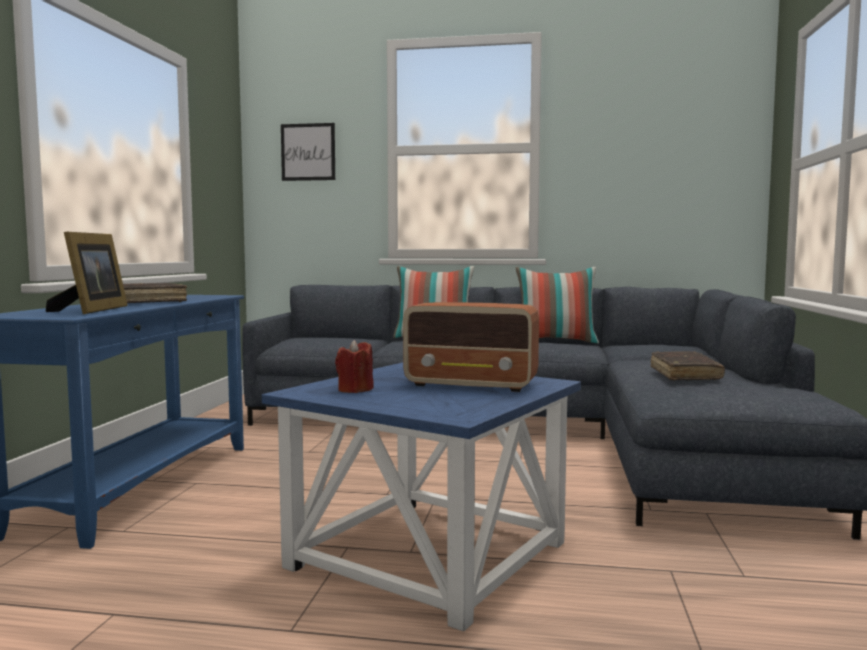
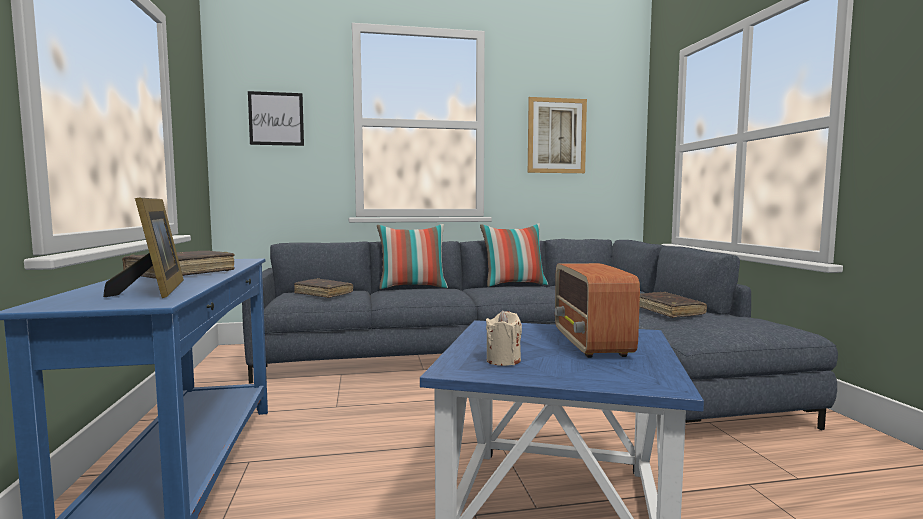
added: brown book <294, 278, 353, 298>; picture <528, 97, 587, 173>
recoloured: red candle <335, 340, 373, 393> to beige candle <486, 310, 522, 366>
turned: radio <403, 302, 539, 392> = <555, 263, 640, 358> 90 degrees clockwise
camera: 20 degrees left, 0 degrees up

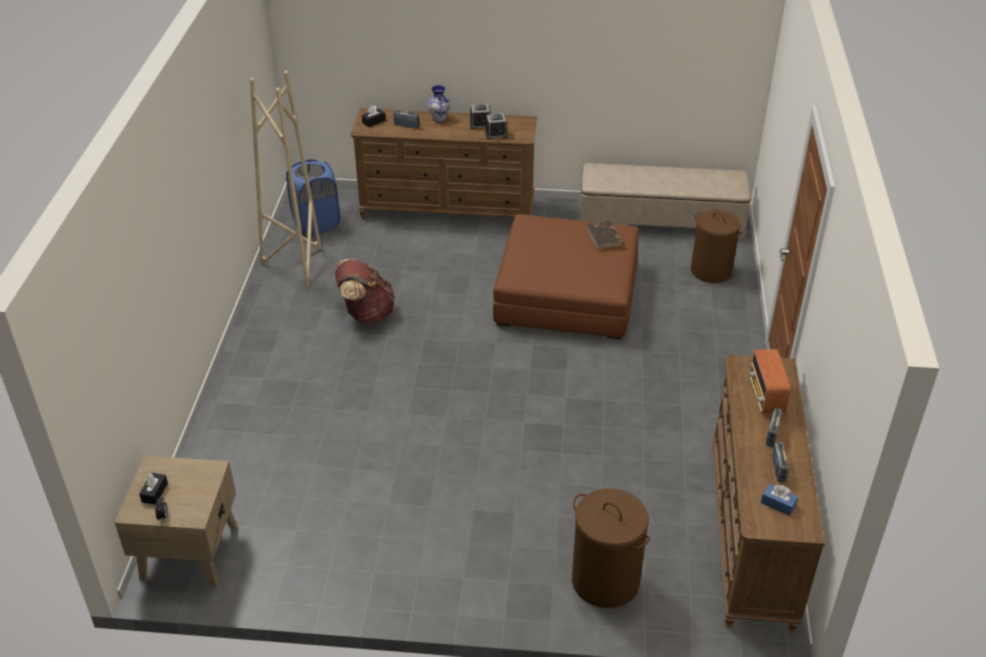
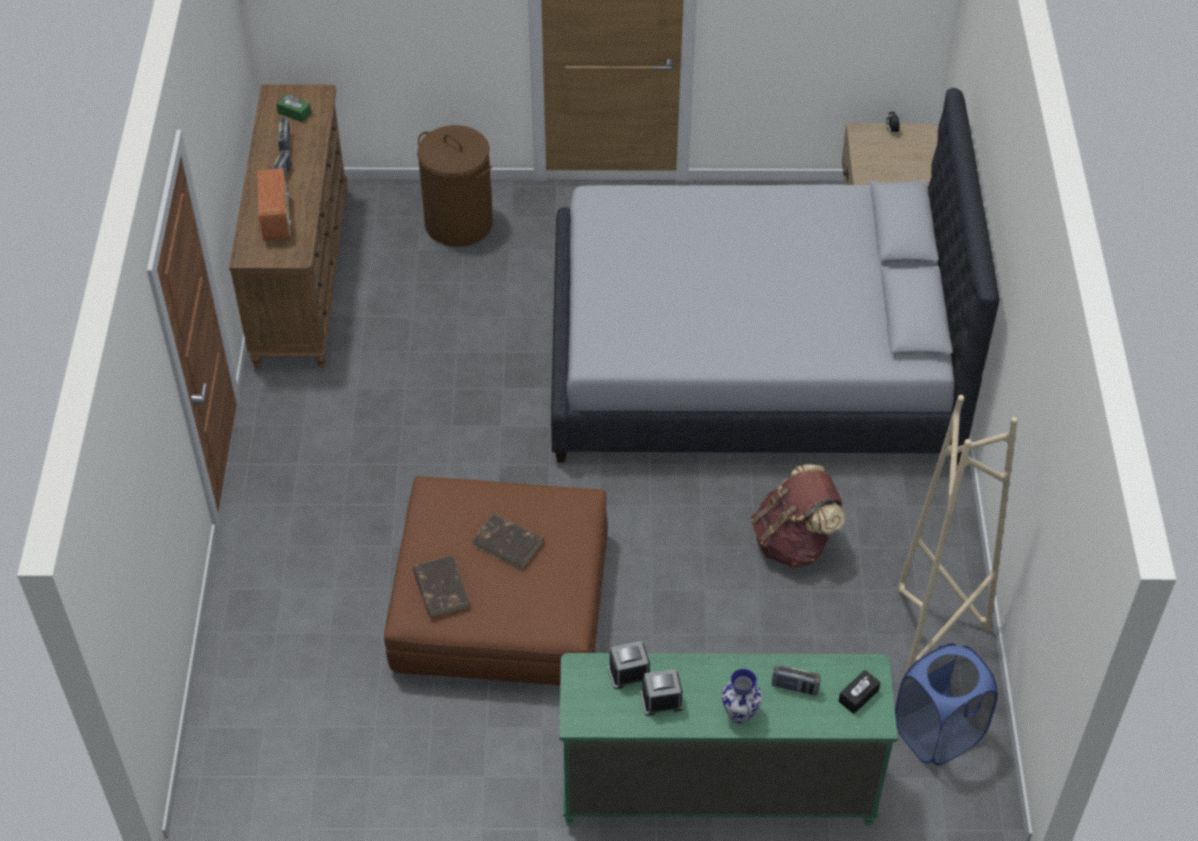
removed: black tissue box <139, 473, 168, 504>; beige bench <580, 163, 751, 239>; brown laundry basket <691, 210, 743, 283>
added: brown book <472, 514, 544, 570>; grey bed <551, 88, 1000, 464>
recoloured: brown dresser <351, 108, 537, 219> to green dresser <559, 653, 898, 826>; blue tissue box <761, 484, 798, 516> to green tissue box <276, 94, 311, 123>
camera: 175 degrees right, 10 degrees up

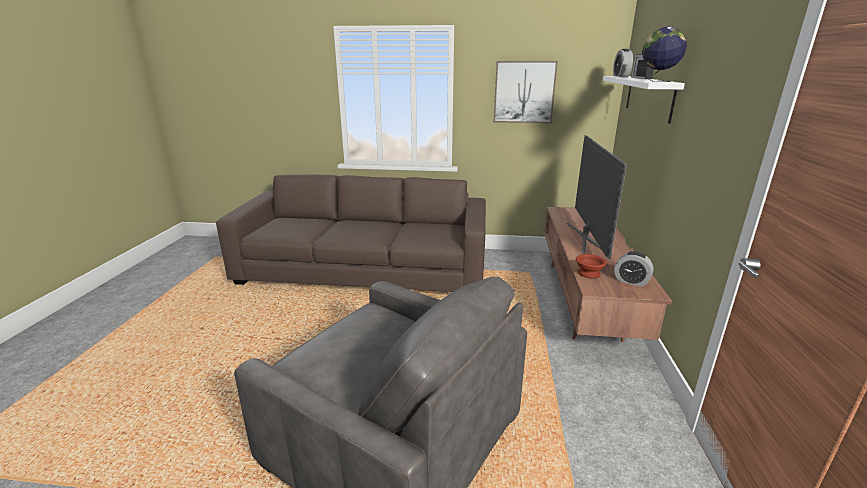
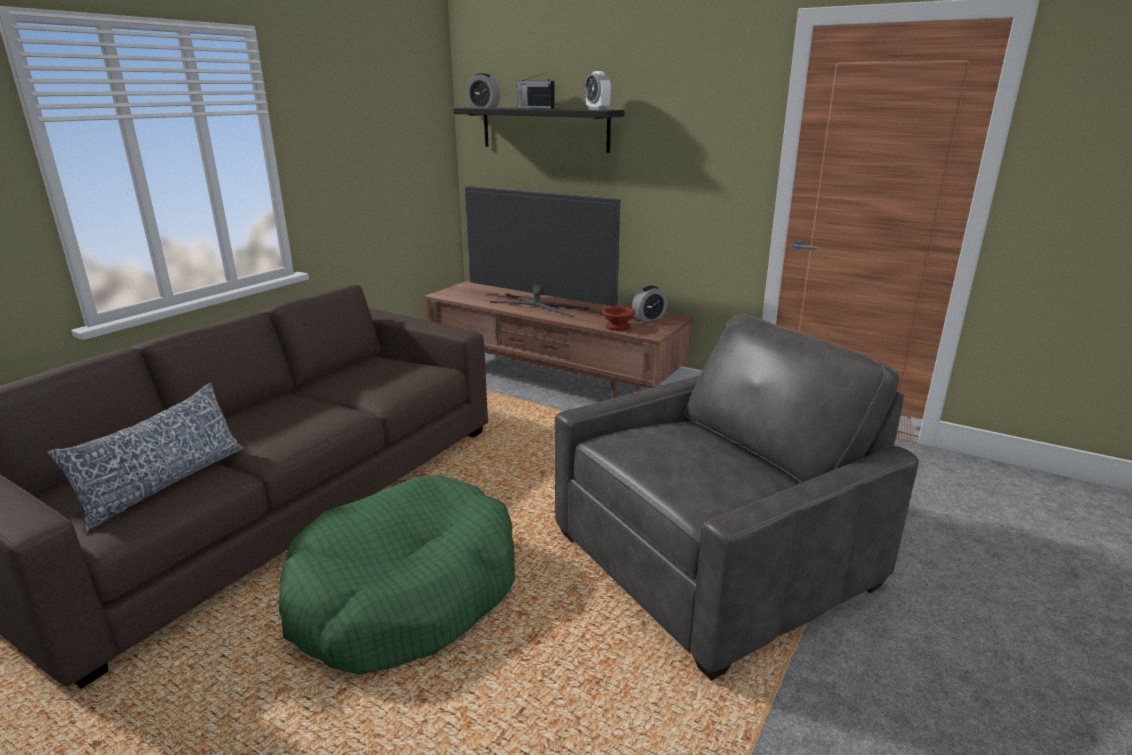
removed: picture <494, 61, 558, 123>
added: pillow <47, 382, 244, 533>; green dog bed <279, 475, 515, 674>
replaced: globe <642, 27, 687, 82> to alarm clock <585, 71, 612, 110>
recoloured: white shelf <603, 76, 685, 123> to black shelf <454, 107, 625, 153>
camera: 65 degrees left, 0 degrees up

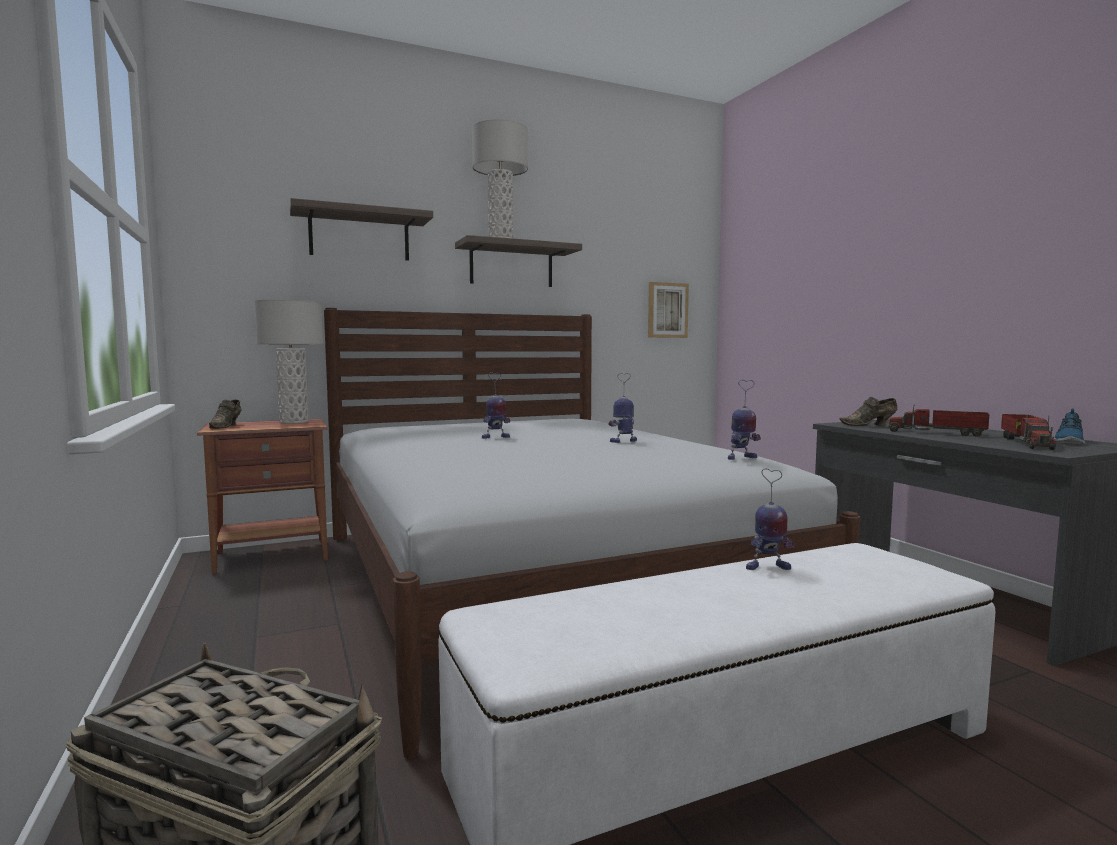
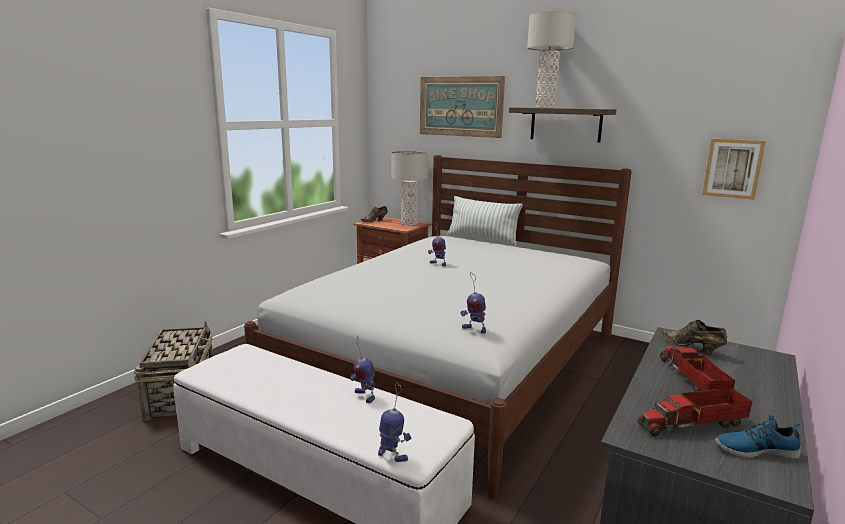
added: pillow <447, 196, 523, 246>
moved: toy robot <609, 373, 637, 443> to <378, 382, 411, 462>
replaced: shelf <290, 198, 433, 261> to picture <420, 76, 505, 138>
camera: 55 degrees right, 10 degrees up

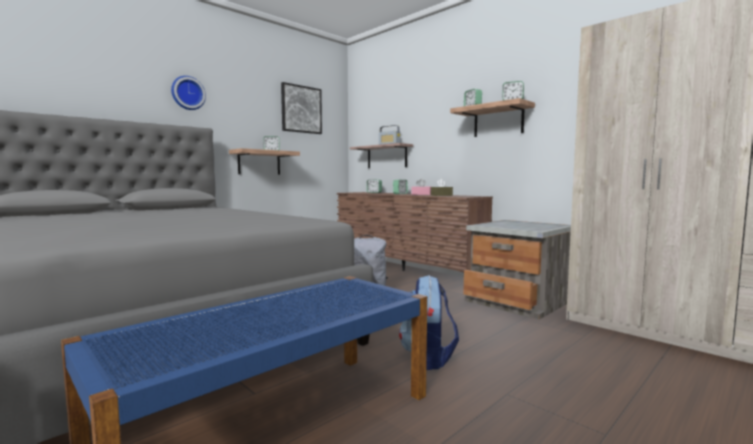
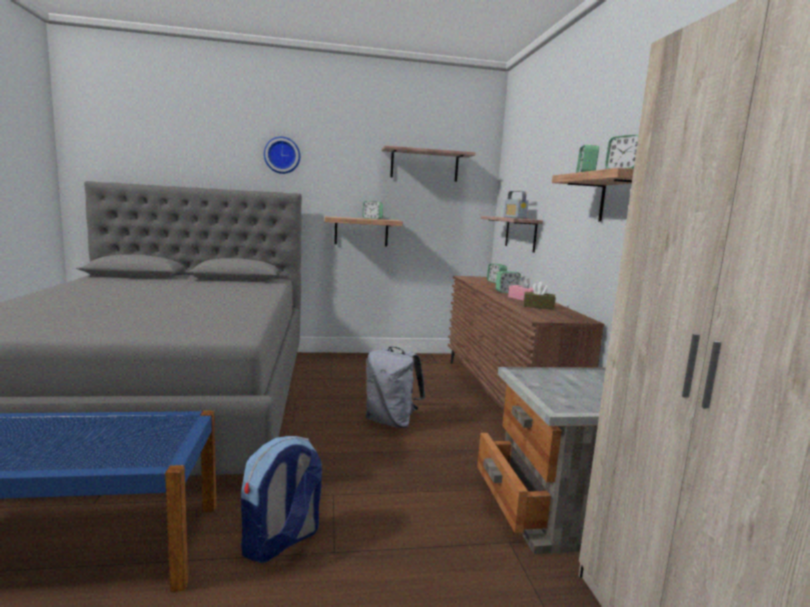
replaced: picture <281, 82, 322, 134> to shelf <381, 145, 476, 182>
camera: 35 degrees right, 5 degrees up

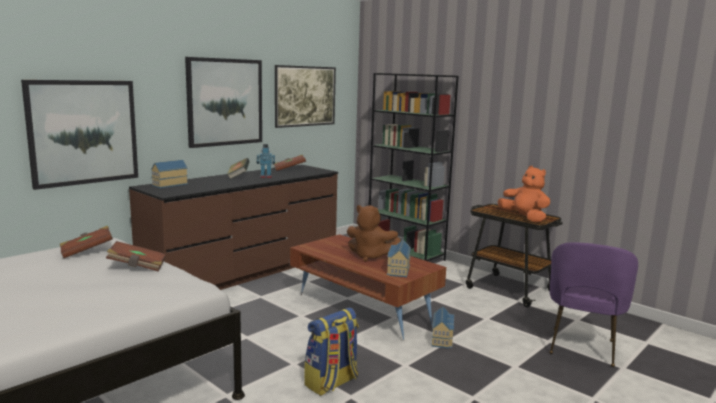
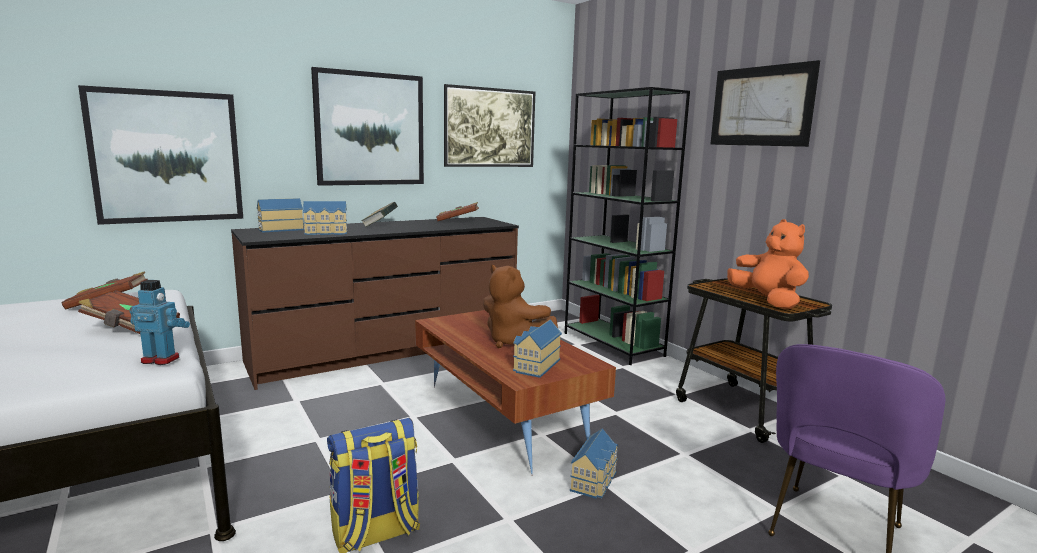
added: toy house <303, 201, 347, 235>; picture <710, 60, 820, 147>
moved: toy robot <257, 144, 275, 178> to <129, 280, 190, 365>
camera: 15 degrees right, 0 degrees up

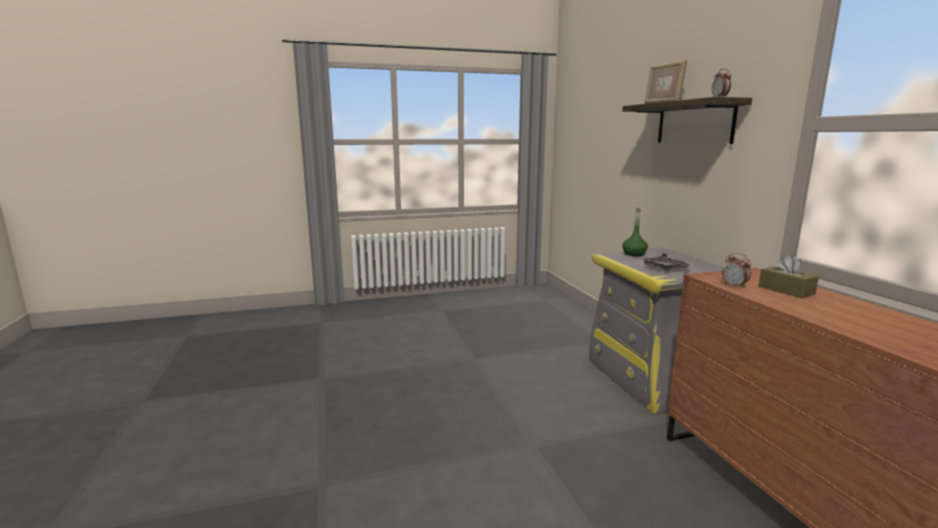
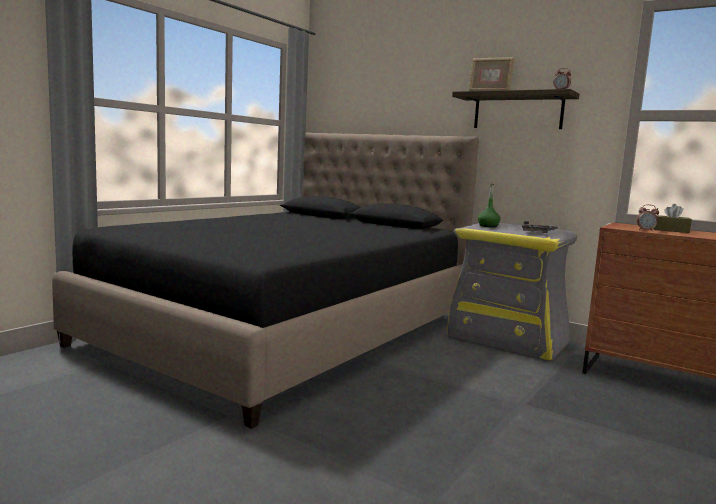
added: black bed <52, 132, 479, 429>
camera: 40 degrees left, 5 degrees down

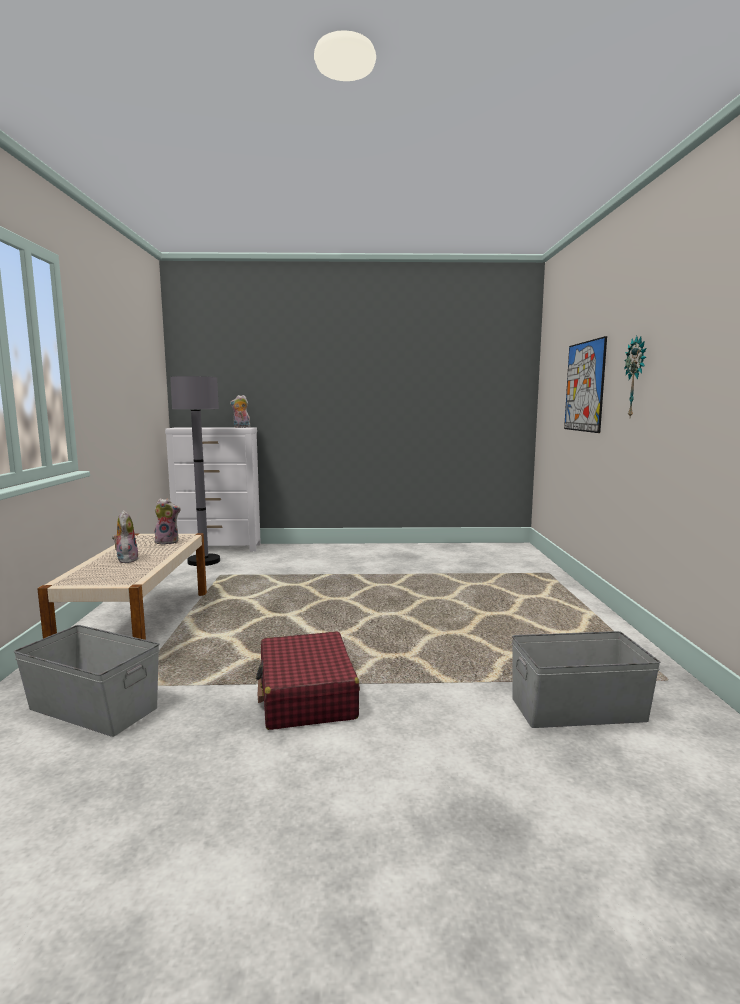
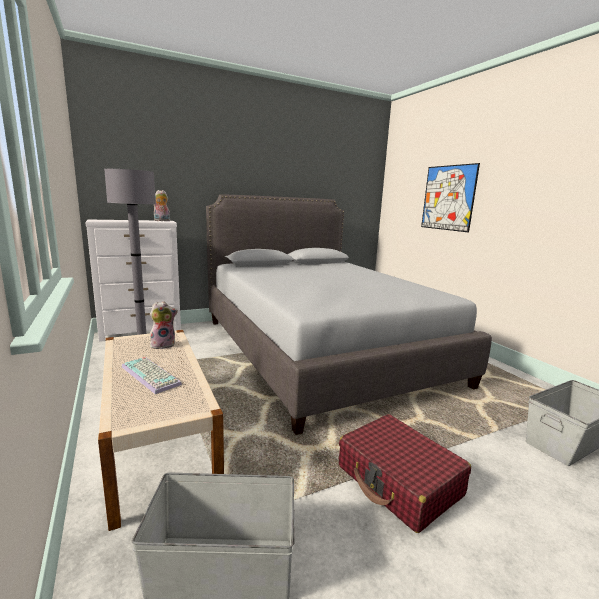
removed: wall clock <624, 336, 646, 417>
added: grey bed <206, 194, 492, 435>
replaced: plush toy <112, 510, 139, 563> to keyboard <122, 357, 182, 394>
camera: 25 degrees left, 5 degrees up

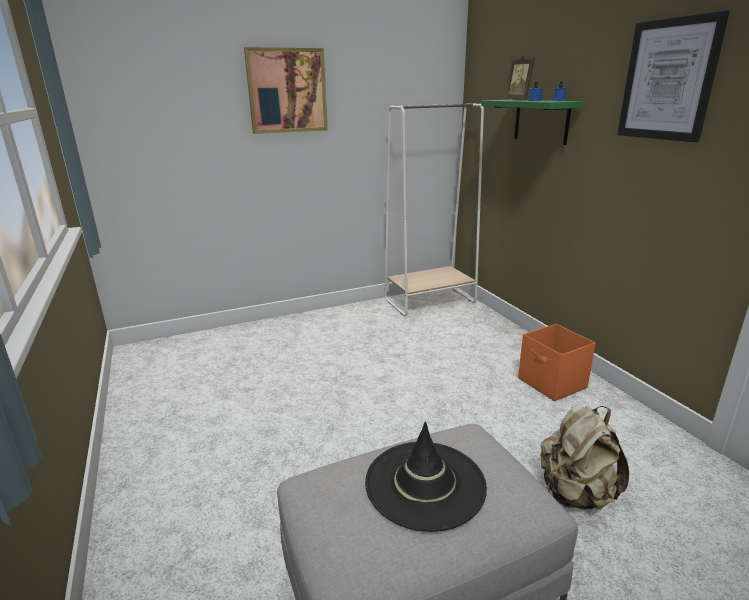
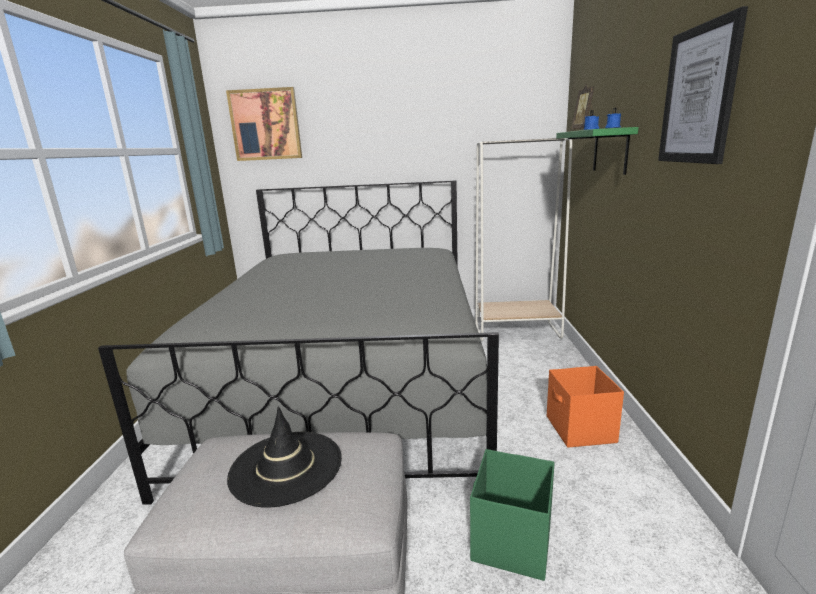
added: grey bed <98, 180, 499, 505>
moved: picture <244, 47, 328, 134> to <226, 87, 302, 161>
replaced: beige backpack <540, 405, 629, 510> to green storage box <470, 449, 554, 581>
camera: 25 degrees right, 5 degrees down

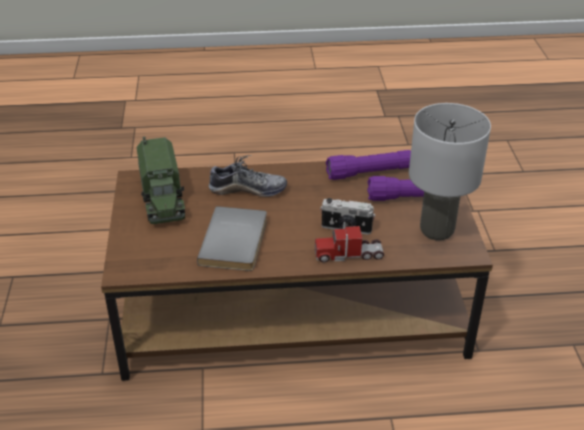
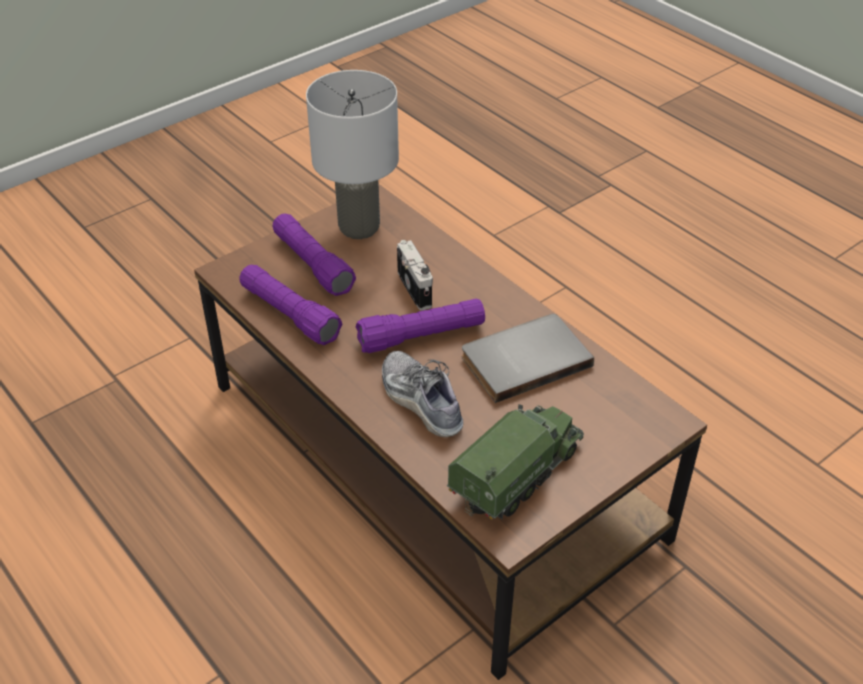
removed: toy truck <315, 222, 384, 262>
added: purple flashlight <356, 299, 485, 353>
camera: 125 degrees left, 5 degrees up

